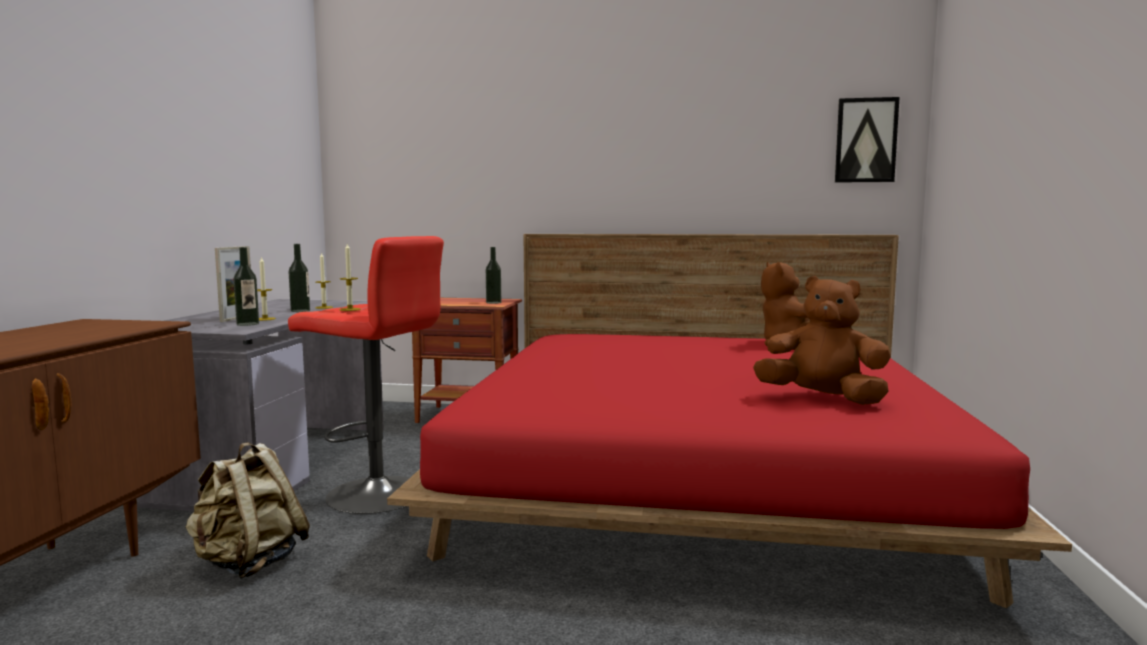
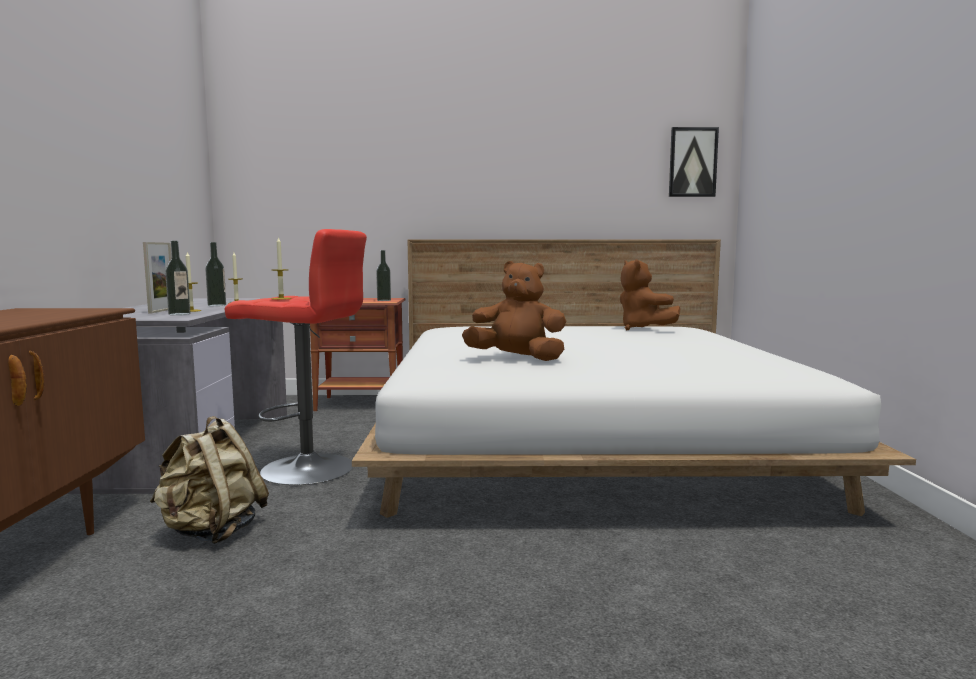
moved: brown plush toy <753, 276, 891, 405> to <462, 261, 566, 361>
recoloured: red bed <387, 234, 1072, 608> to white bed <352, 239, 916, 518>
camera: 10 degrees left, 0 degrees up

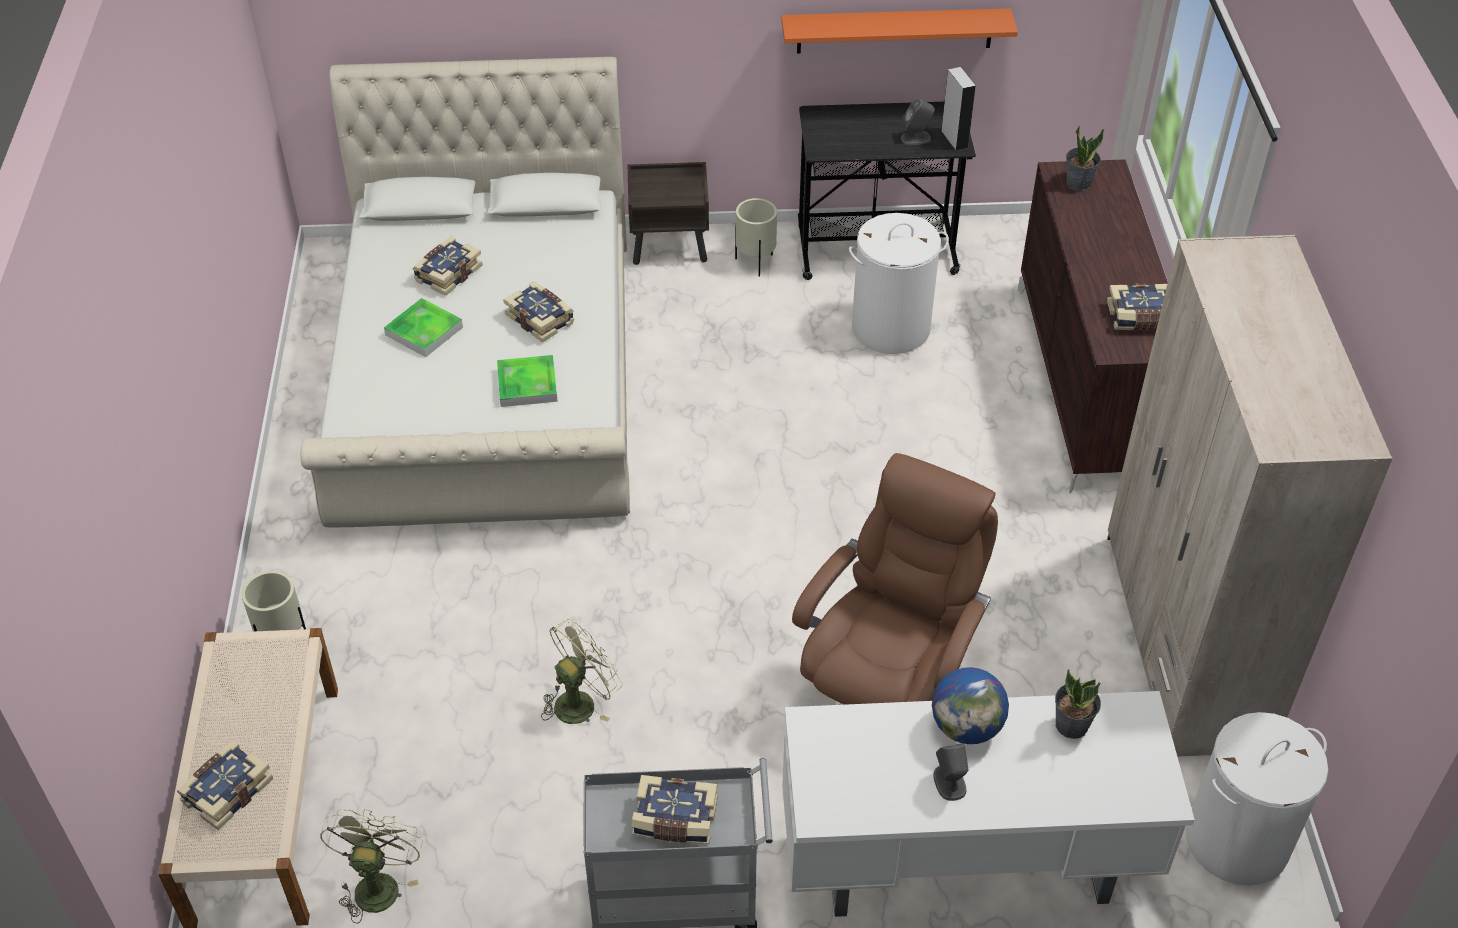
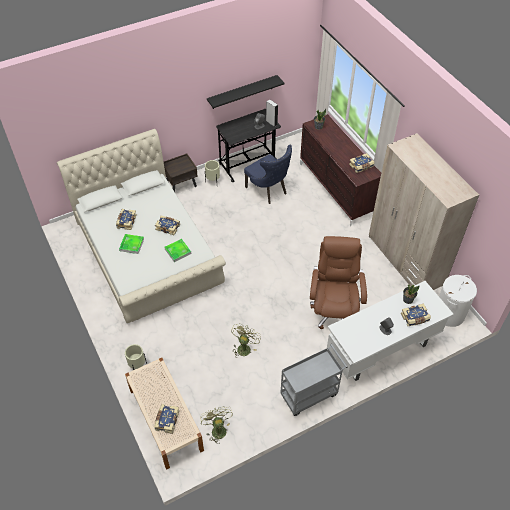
removed: globe <932, 667, 1009, 744>
moved: book <632, 775, 717, 844> to <401, 303, 431, 326>
replaced: white laundry basket <849, 213, 949, 354> to blue chair <244, 145, 292, 204>
recoloured: orange shelf <781, 8, 1018, 54> to black shelf <207, 75, 284, 109>
camera: 25 degrees left, 5 degrees up

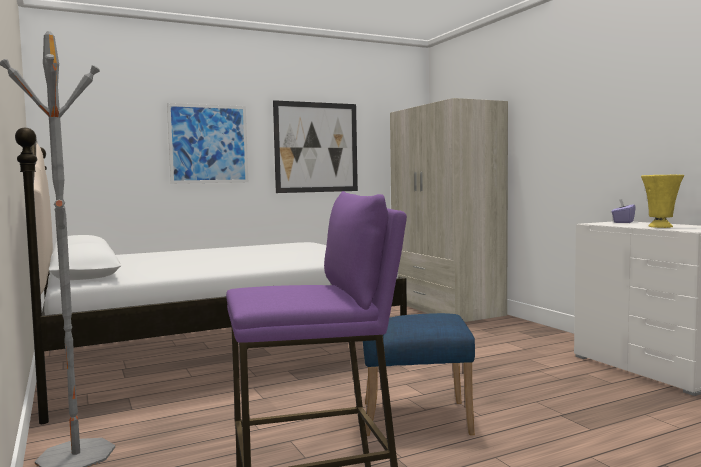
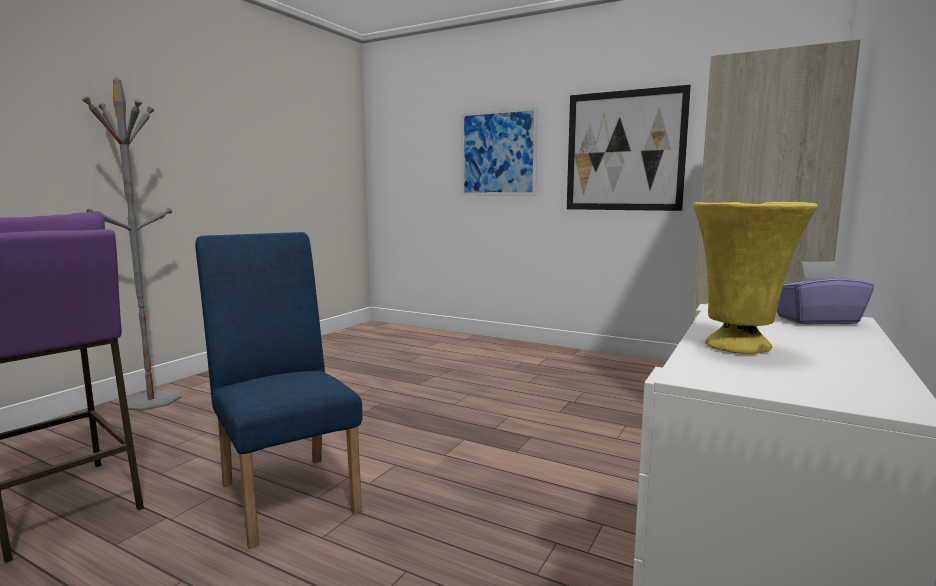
removed: white bed <15, 128, 407, 424>
camera: 55 degrees right, 5 degrees up

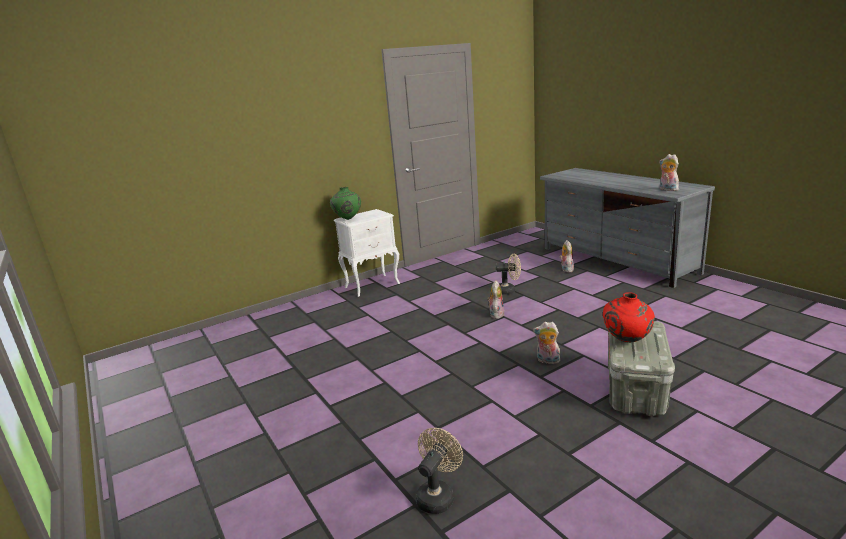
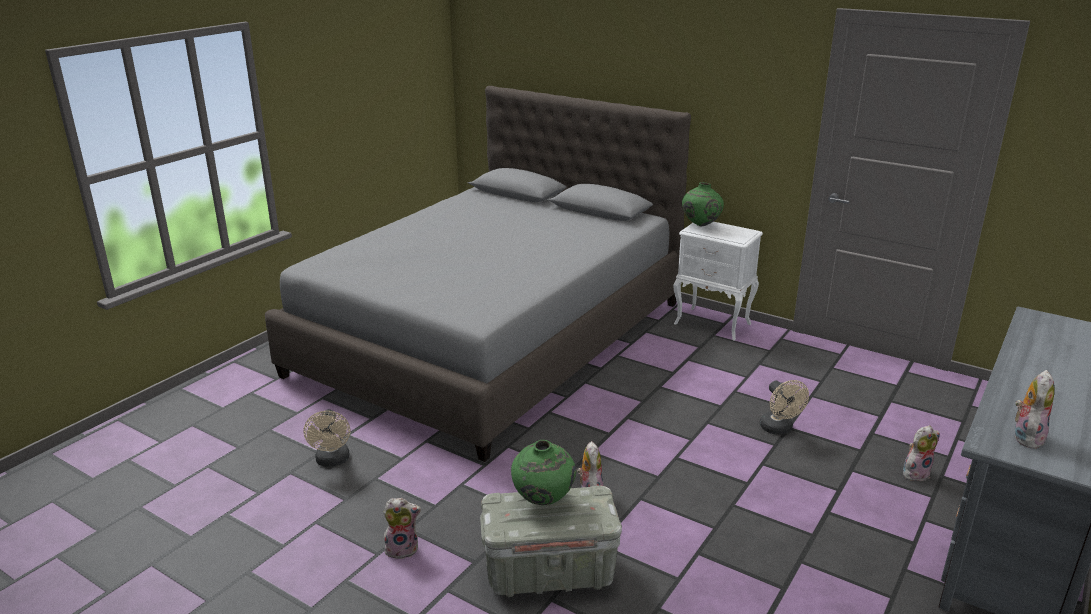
added: grey bed <265, 86, 691, 462>
moved: plush toy <487, 280, 504, 319> to <383, 498, 421, 559>
recoloured: red vase <603, 292, 655, 343> to green vase <511, 440, 577, 505>
turned: beige fan <416, 428, 463, 514> = <304, 409, 350, 467> 75 degrees clockwise
camera: 65 degrees right, 5 degrees up

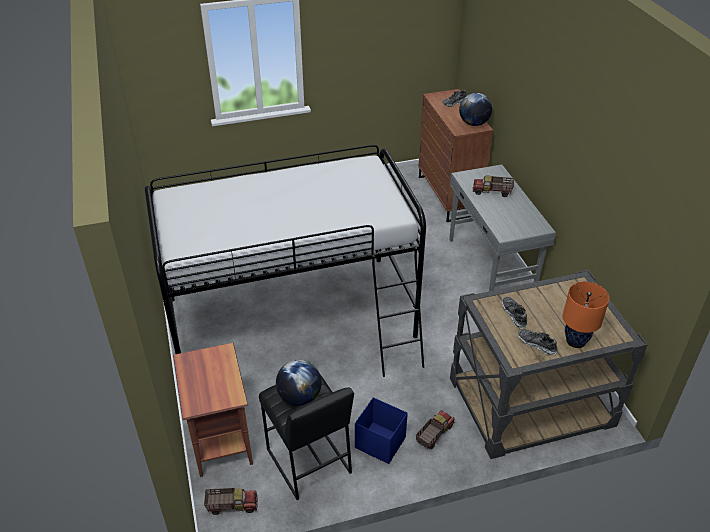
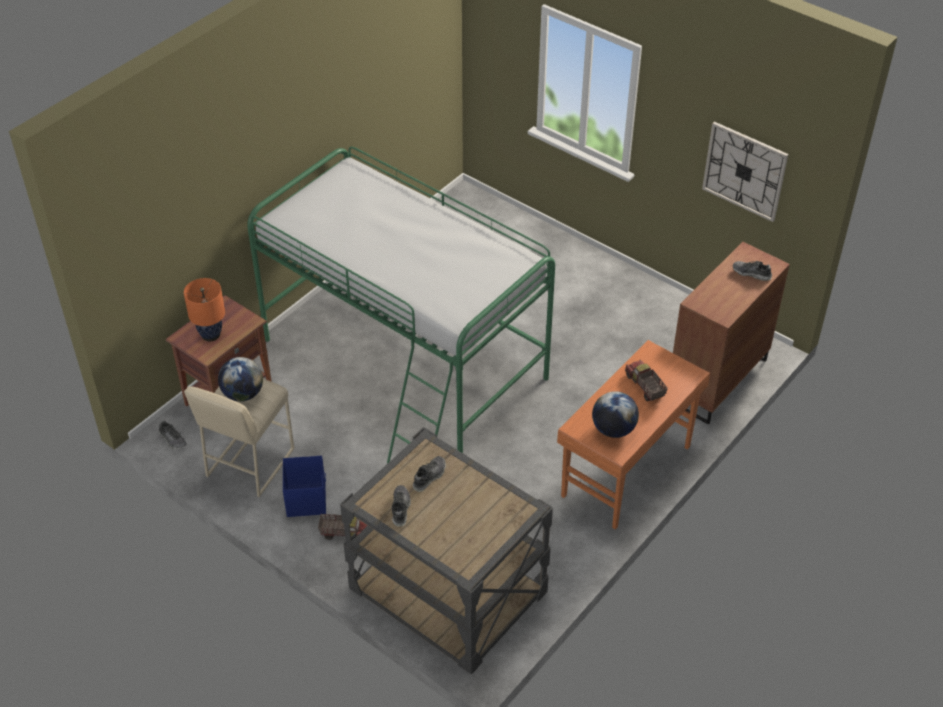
added: wall clock <702, 122, 788, 222>
moved: globe <459, 93, 492, 126> to <592, 391, 639, 438>; orange table lamp <563, 282, 609, 348> to <184, 278, 225, 341>
replaced: toy truck <204, 488, 258, 515> to shoe <158, 421, 187, 449>
recoloured: black bed <145, 145, 426, 377> to green bed <247, 146, 555, 464>; black stool <259, 374, 354, 500> to beige stool <184, 379, 294, 497>; grey console table <449, 165, 556, 291> to orange console table <557, 340, 710, 529>
camera: 55 degrees right, 5 degrees up

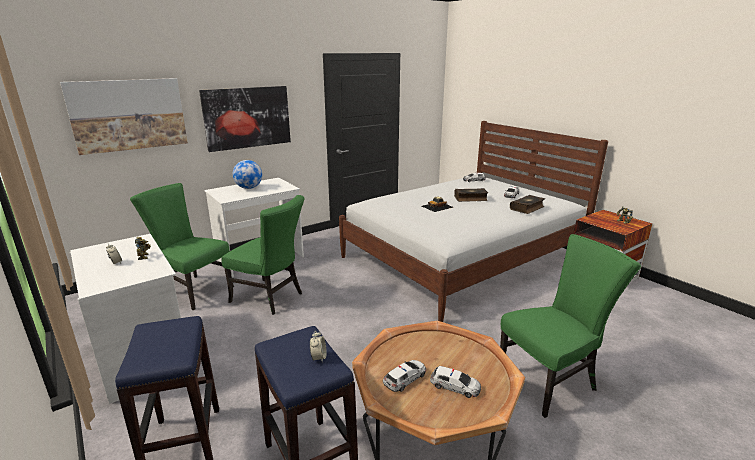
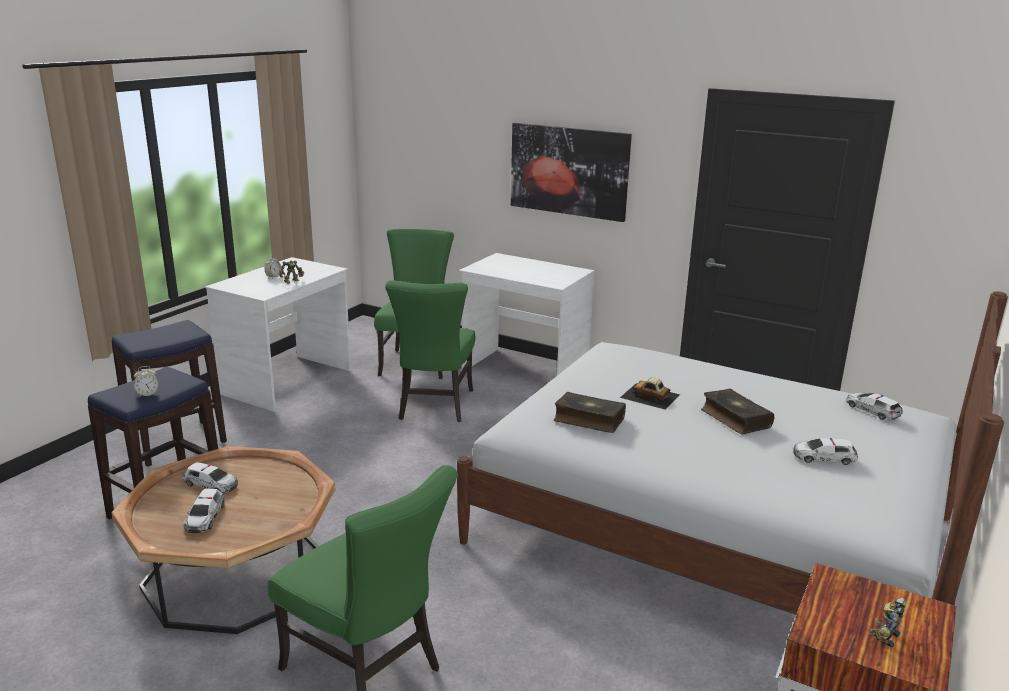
removed: picture <60, 78, 188, 155>; globe <233, 160, 262, 189>
moved: book <510, 195, 545, 214> to <554, 392, 626, 433>
camera: 65 degrees right, 0 degrees up

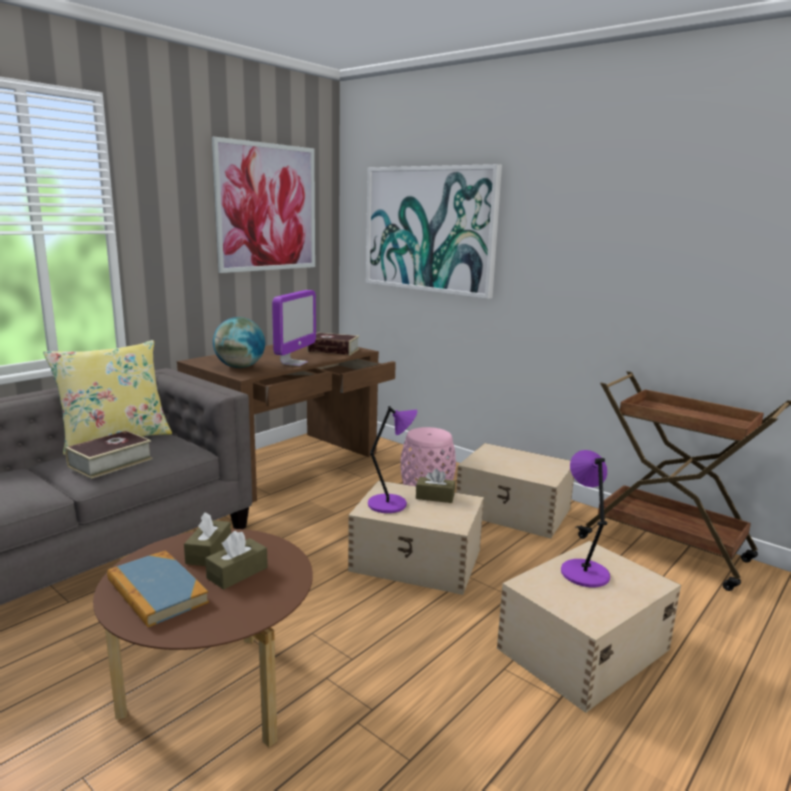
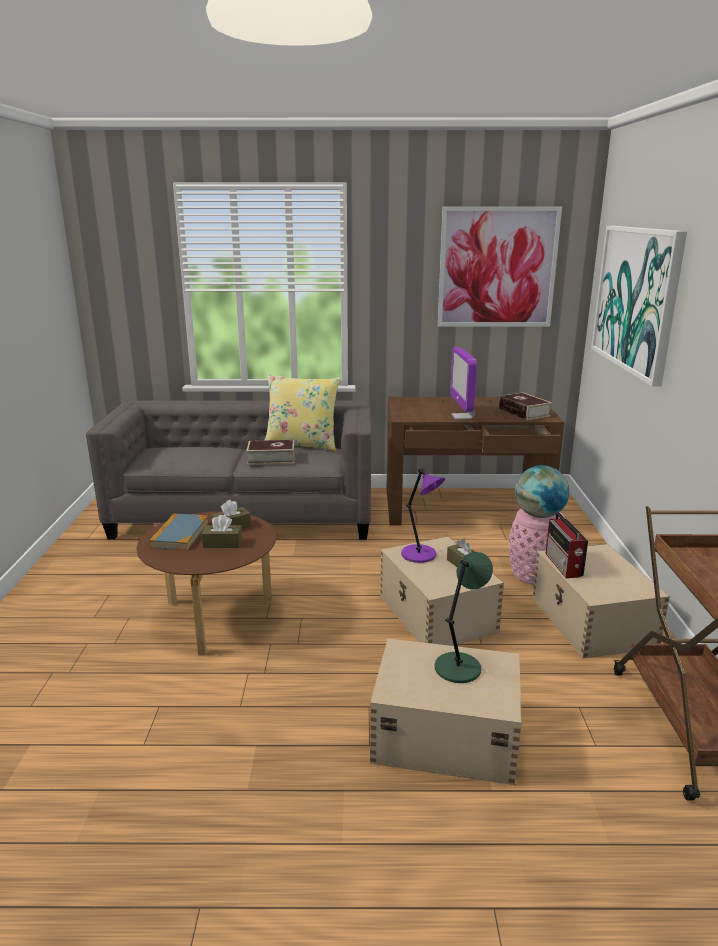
added: radio <545, 512, 588, 578>
moved: globe <213, 317, 265, 368> to <515, 465, 569, 518>
recoloured: purple table lamp <561, 450, 610, 587> to green table lamp <435, 552, 493, 683>
turned: monitor <272, 290, 316, 366> = <450, 347, 477, 419> 105 degrees clockwise
camera: 50 degrees right, 5 degrees up

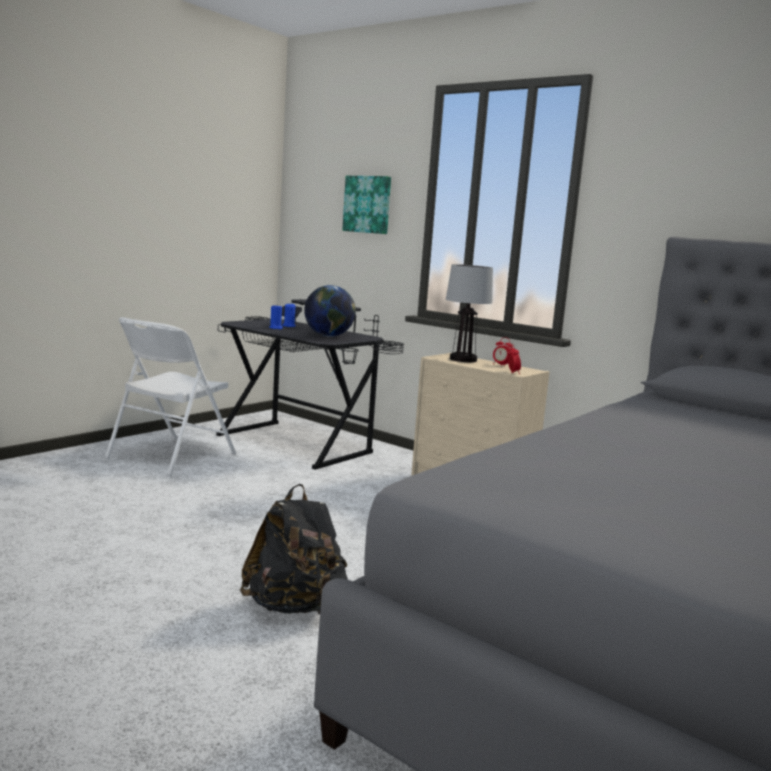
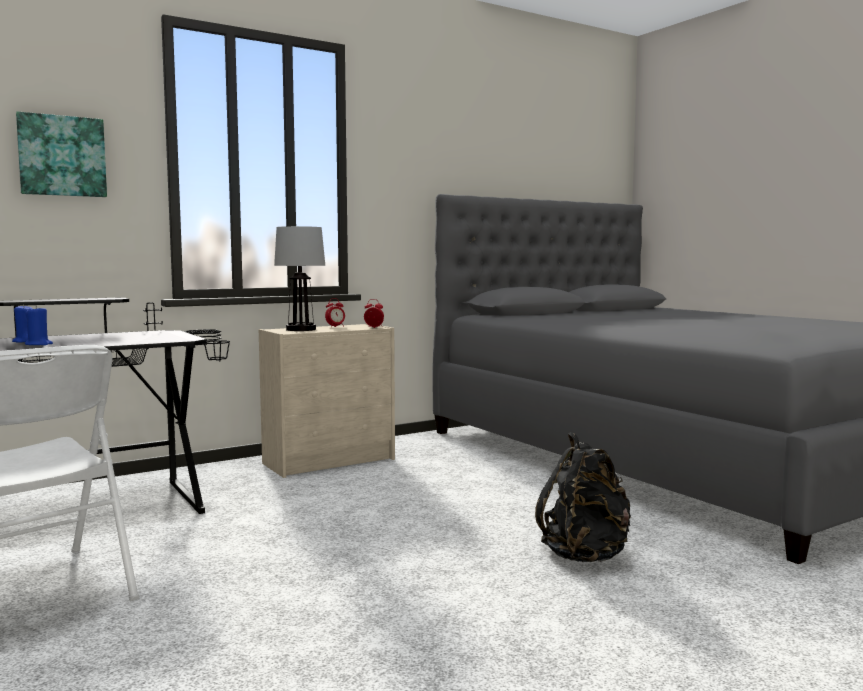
removed: globe <304, 285, 356, 337>
camera: 70 degrees left, 5 degrees down

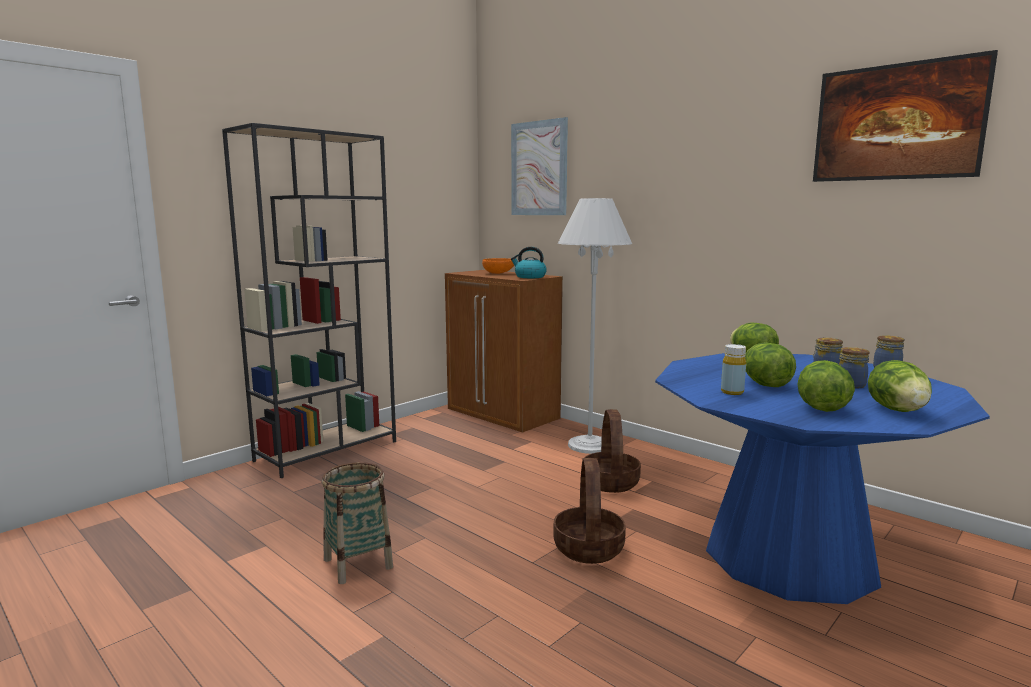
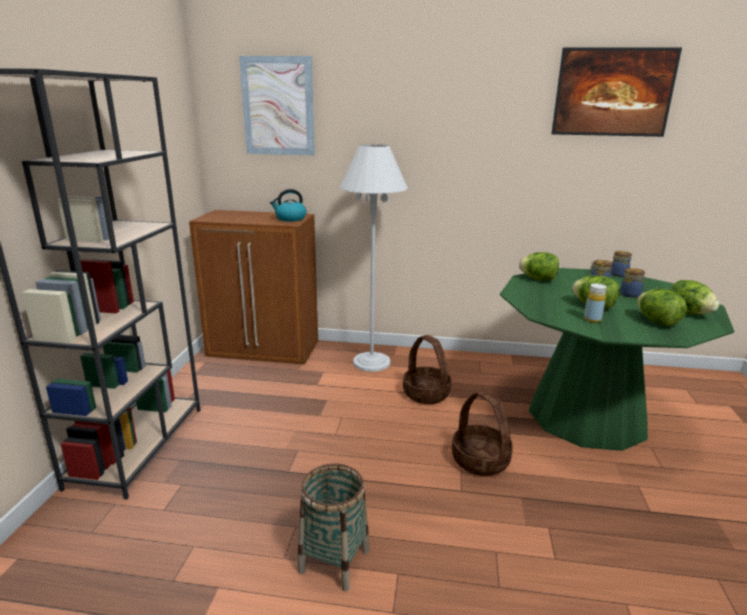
removed: orange bowl <482, 258, 514, 274>
recoloured: blue dining table <655, 353, 990, 604> to green dining table <500, 268, 734, 451>
camera: 35 degrees left, 10 degrees up

